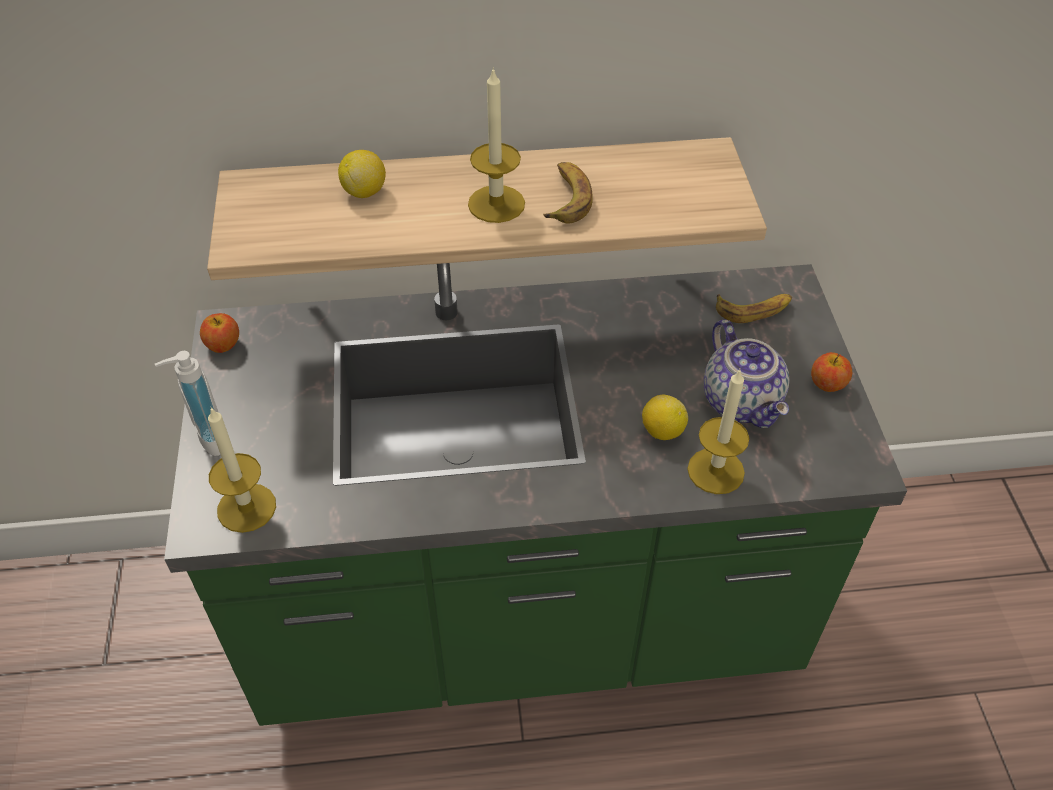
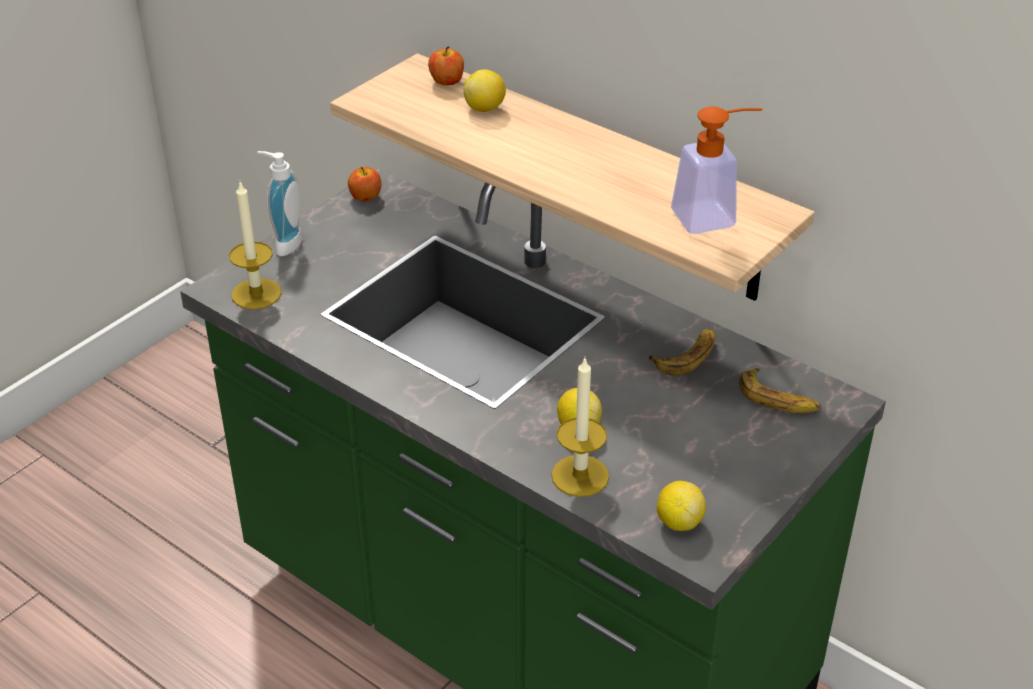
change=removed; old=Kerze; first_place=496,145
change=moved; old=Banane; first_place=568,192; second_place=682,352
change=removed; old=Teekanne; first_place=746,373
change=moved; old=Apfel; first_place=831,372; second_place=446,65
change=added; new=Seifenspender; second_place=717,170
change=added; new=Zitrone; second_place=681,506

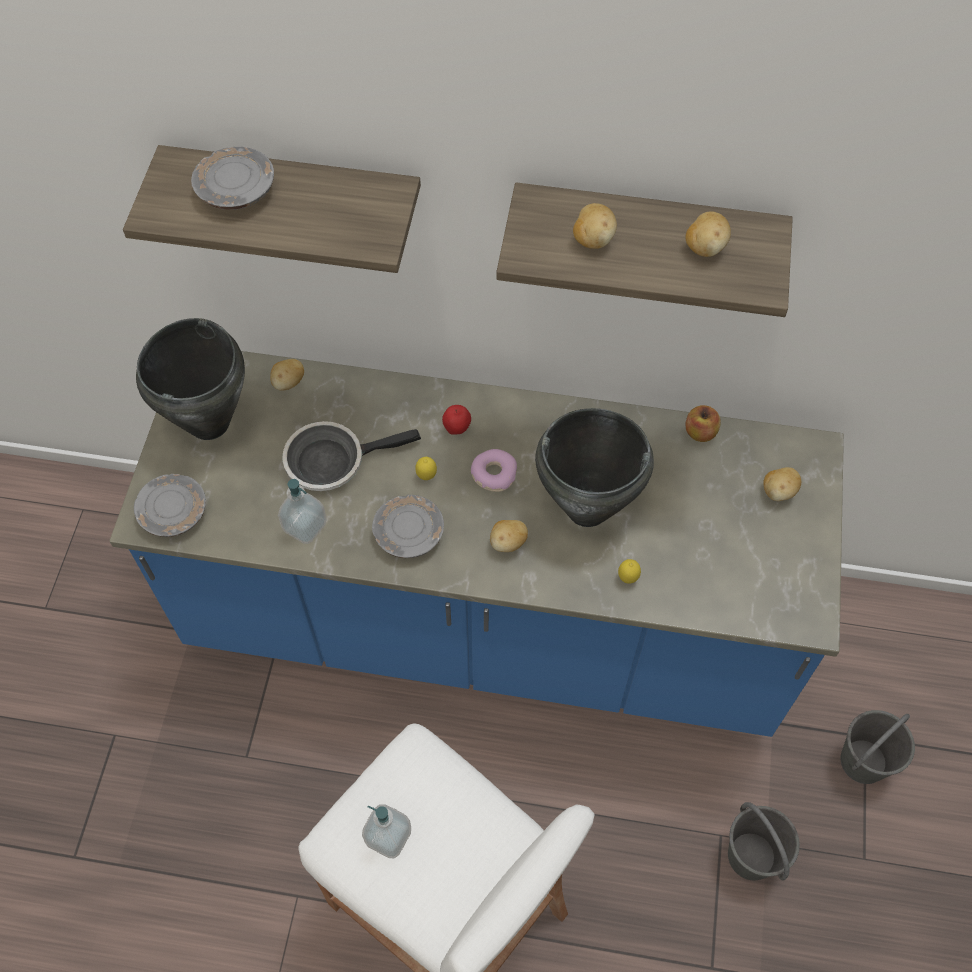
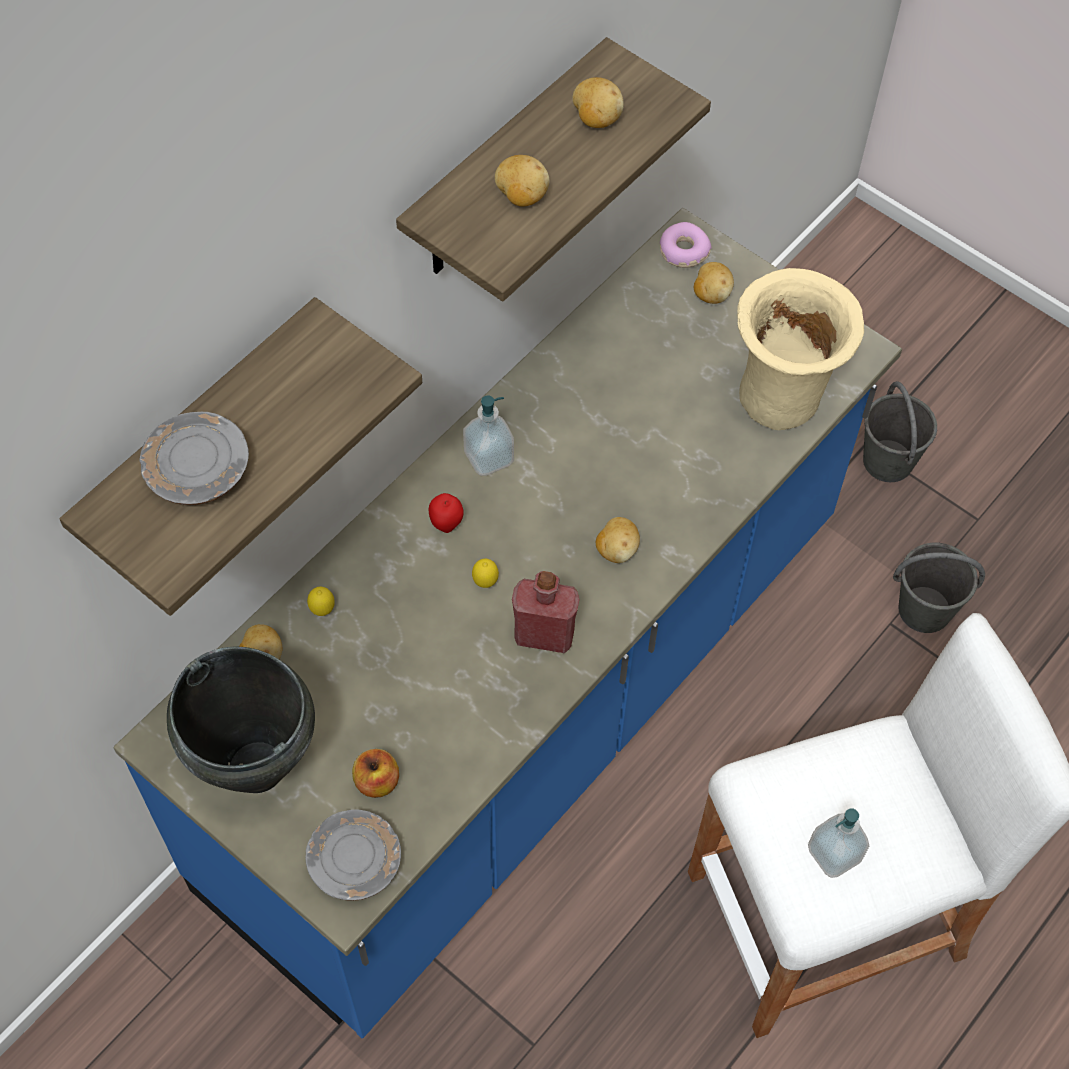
change=moved; old=Apfel; first_place=703,423; second_place=375,773
change=removed; old=Kochtopf (schwarz); first_place=594,467
change=removed; old=Pfanne; first_place=351,456
change=moved; old=Donut; first_place=494,470; second_place=685,245
change=moved; old=Seifenspender; first_place=302,511; second_place=488,435
change=replaced; old=Teller (grau); new=Flasche (rot); first_place=408,526; second_place=546,612
change=moved; old=Zitrone; first_place=629,571; second_place=321,601
change=added; new=Vase (beige); second_place=800,349

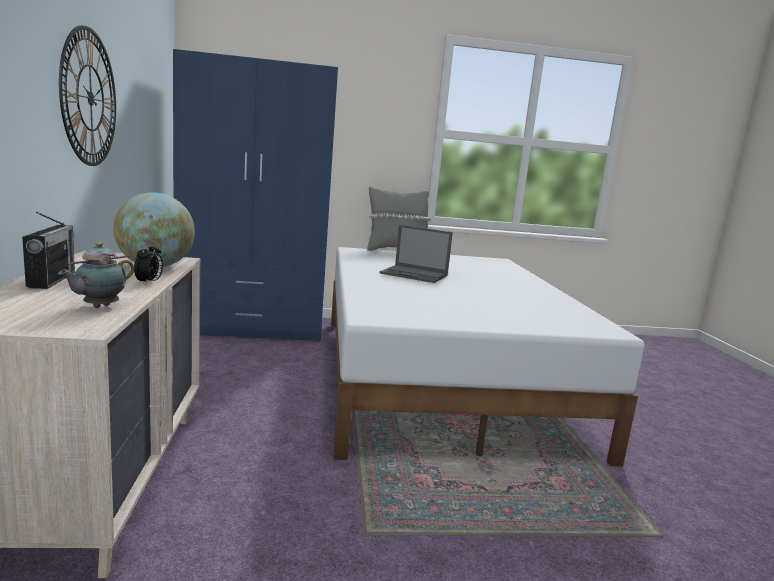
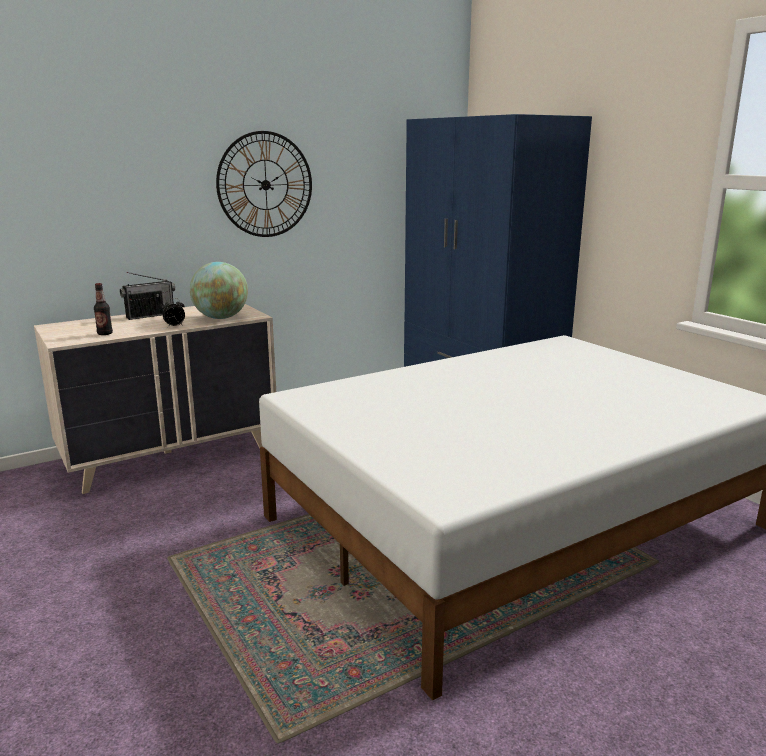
change=removed; old=Kissen (grau); first_place=399,218
change=removed; old=Laptop; first_place=416,254
change=replaced; old=Teekanne; new=Flasche; first_place=96,275; second_place=103,309

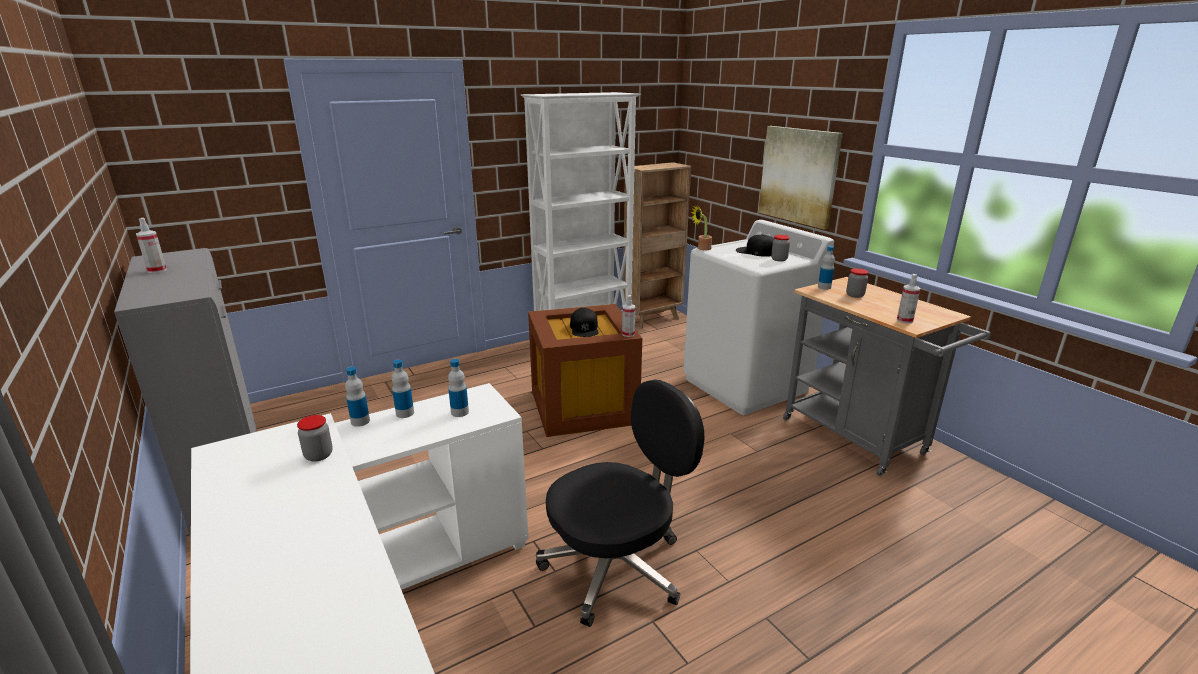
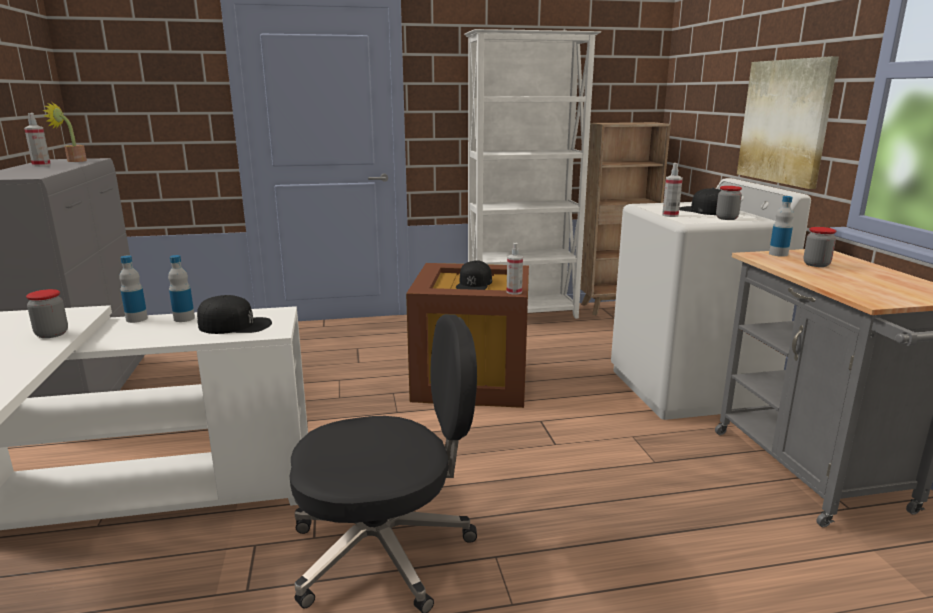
change=moved; old=Topfpflanze; first_place=701,227; second_place=65,132
change=moved; old=Sprühflasche; first_place=909,299; second_place=672,190
change=replaced; old=Flasche; new=Kappe (schwarz); first_place=458,388; second_place=234,314

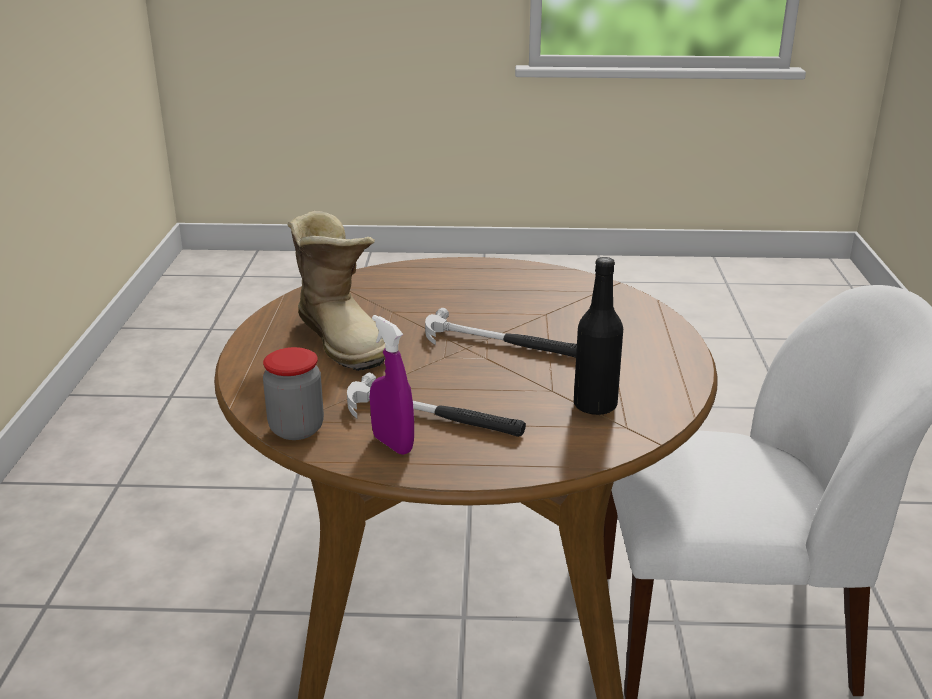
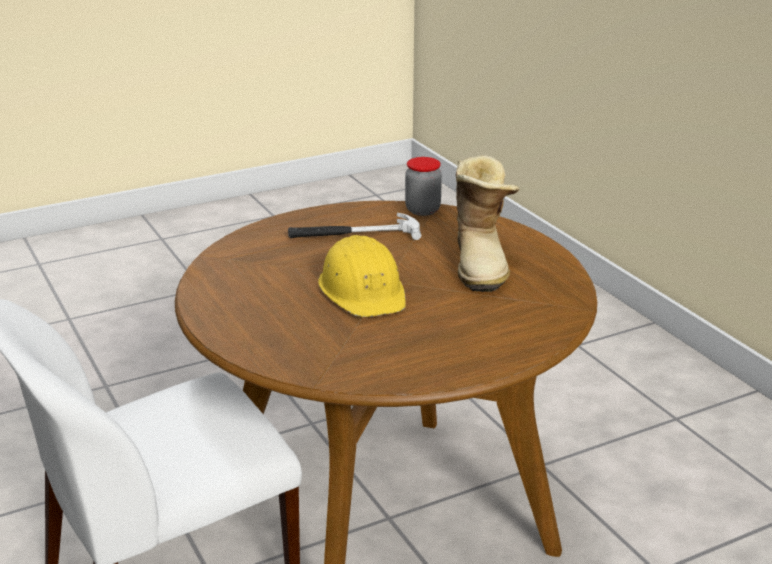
change=turned; old=Stiefel; first_place=336,291; second_place=488,223; degrees=-120
change=removed; old=Flasche (schwarz); first_place=598,336
change=replaced; old=Hammer; new=Schutzhelm (gelb); first_place=501,333; second_place=362,276
change=removed; old=Sprühflasche (lila); first_place=392,385

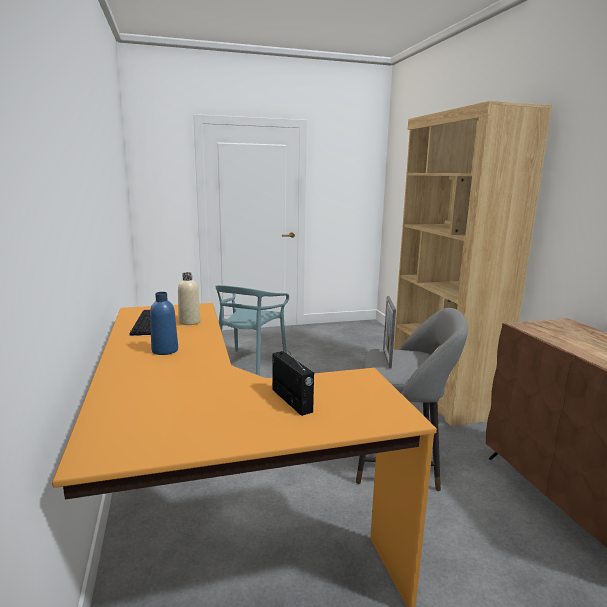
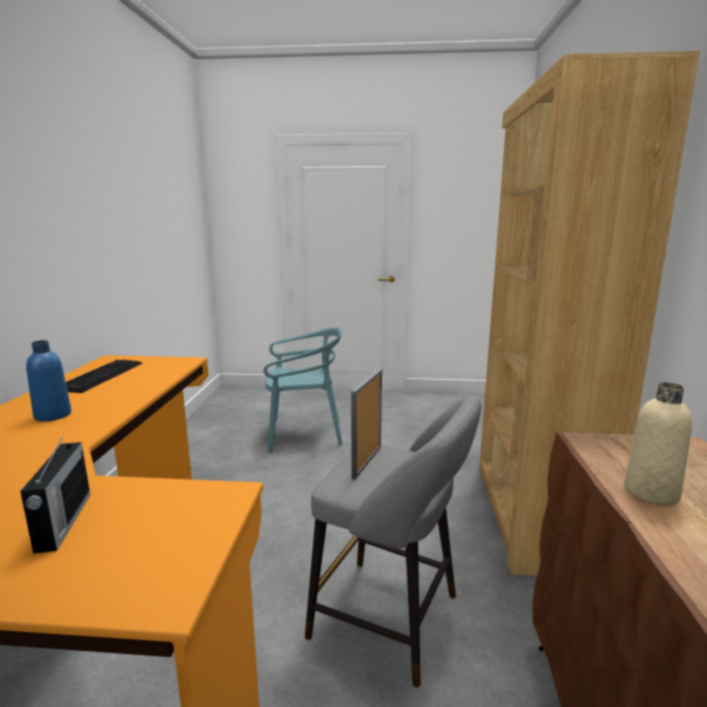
change=moved; old=Flasche (beige); first_place=189,298; second_place=658,443
change=turned; old=Stuhl (türkis); first_place=252,330; second_place=303,389; degrees=-135

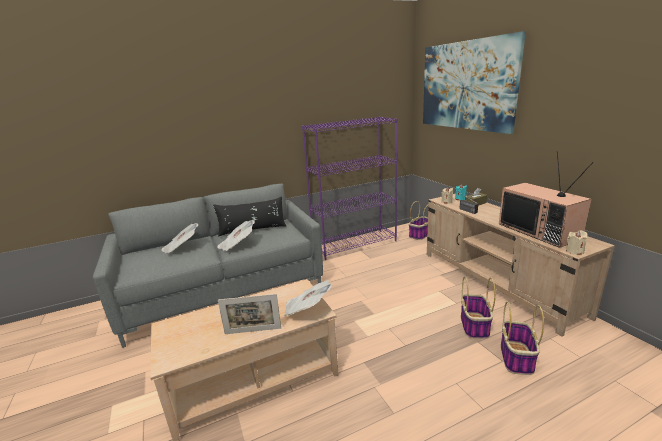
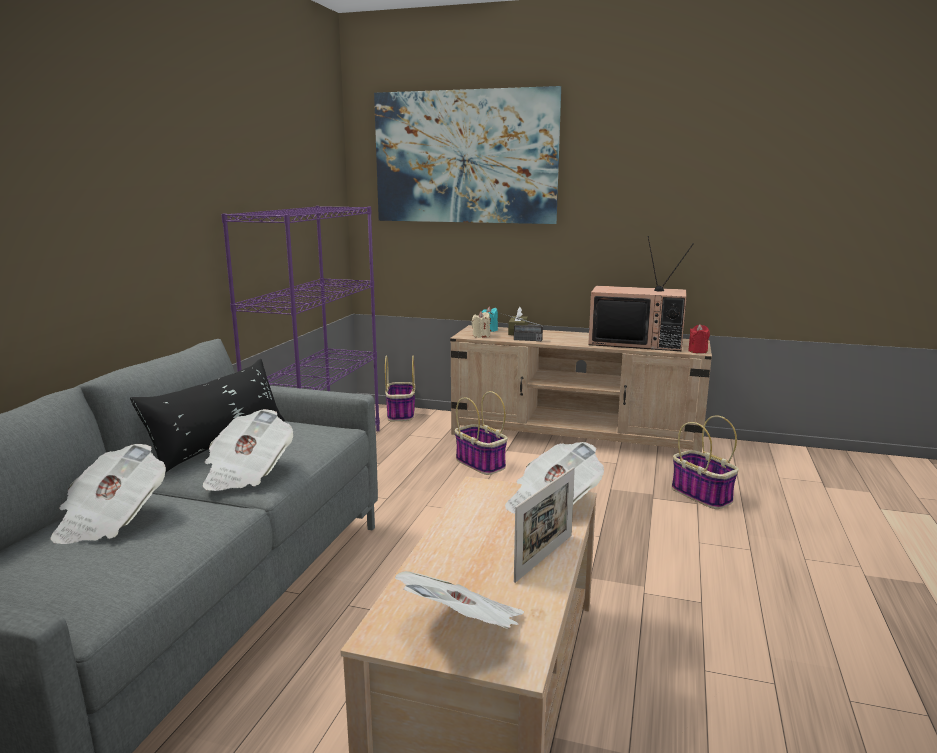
change=recoloured; old=Kerze (beige); new=Kerze (rot); first_place=576,242; second_place=699,338
change=moved; old=Korb; first_place=478,307; second_place=481,433
change=added; new=Zeitung; second_place=459,600

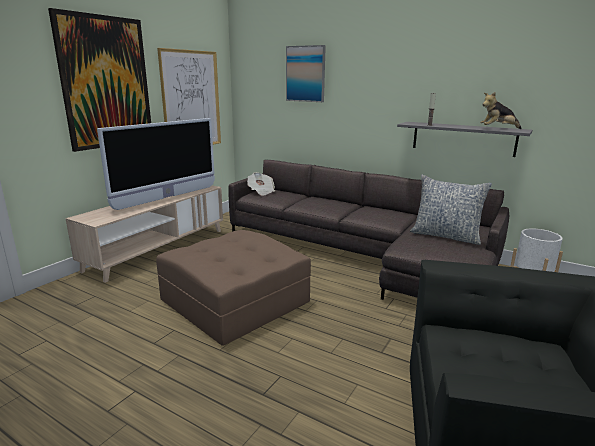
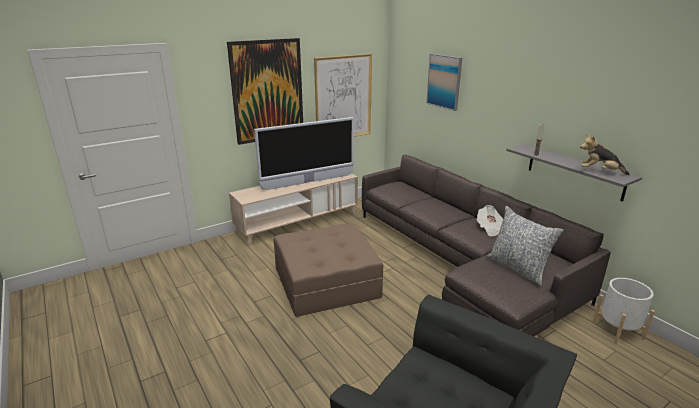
change=moved; old=Zeitung; first_place=261,184; second_place=489,220

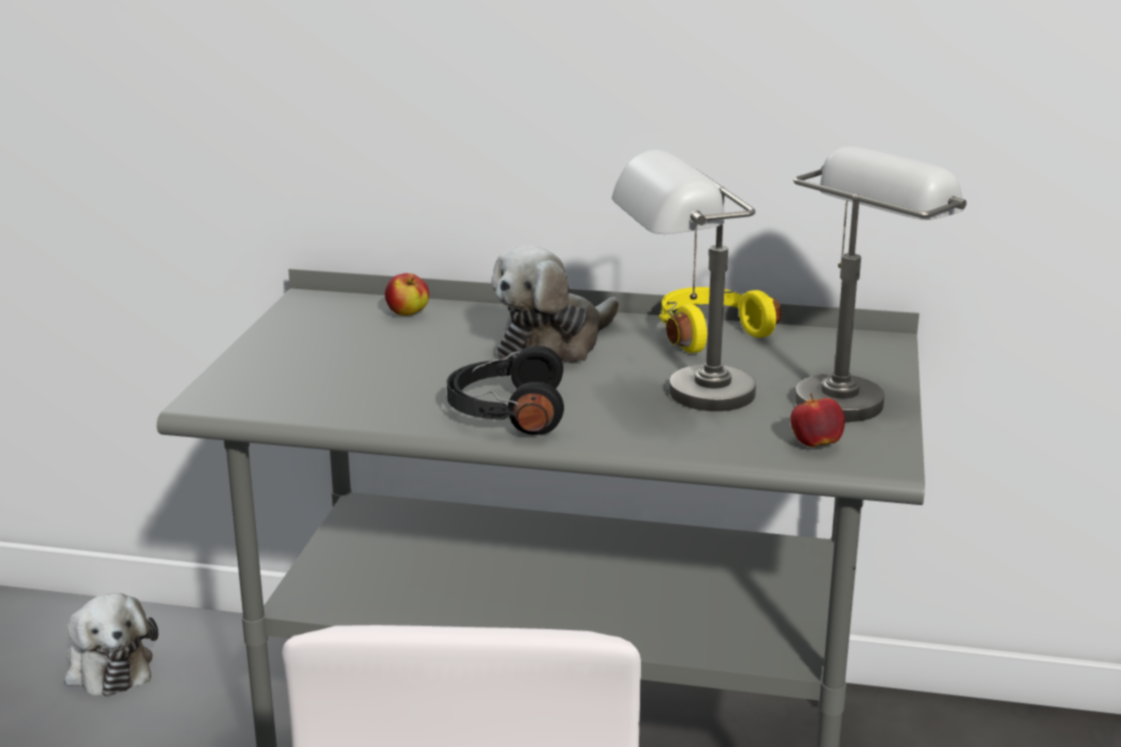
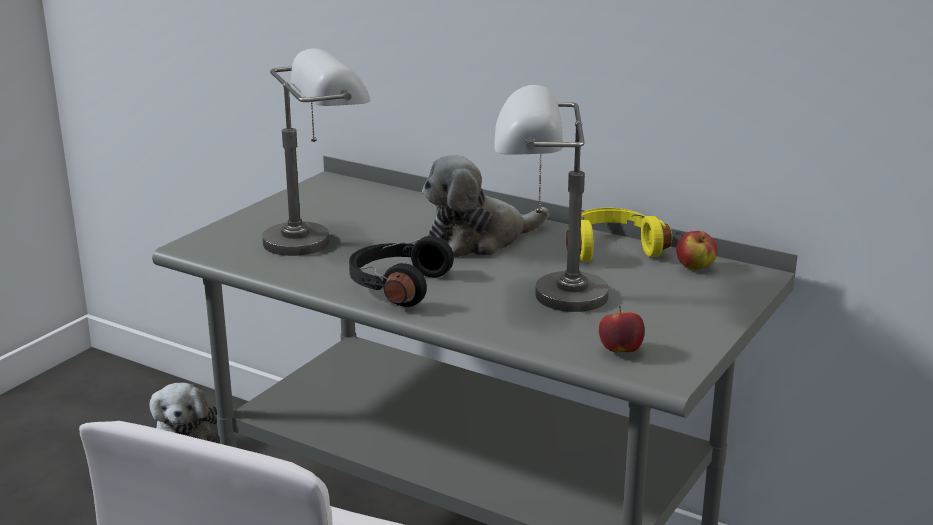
change=moved; old=Tischlampe (grau); first_place=880,284; second_place=316,152
change=moved; old=Apfel; first_place=407,294; second_place=696,250

